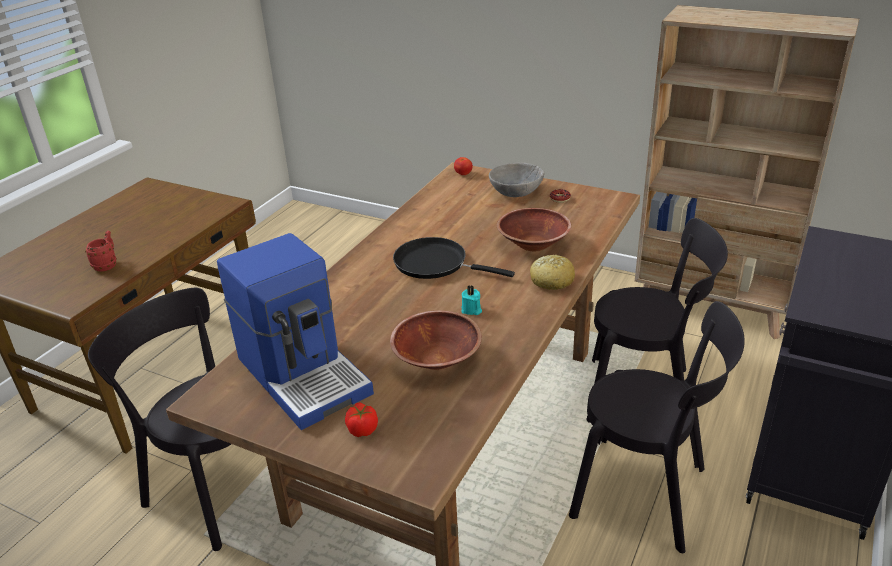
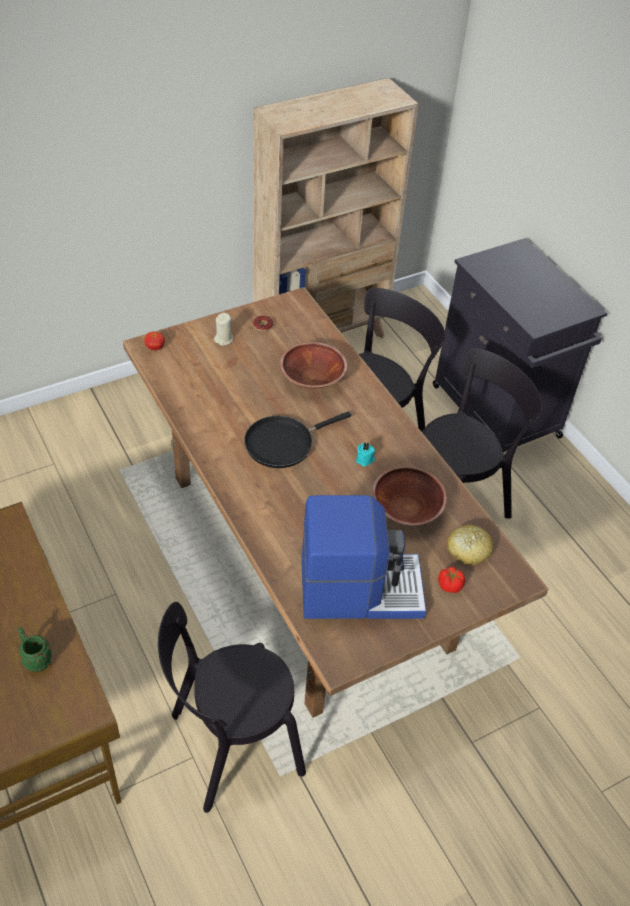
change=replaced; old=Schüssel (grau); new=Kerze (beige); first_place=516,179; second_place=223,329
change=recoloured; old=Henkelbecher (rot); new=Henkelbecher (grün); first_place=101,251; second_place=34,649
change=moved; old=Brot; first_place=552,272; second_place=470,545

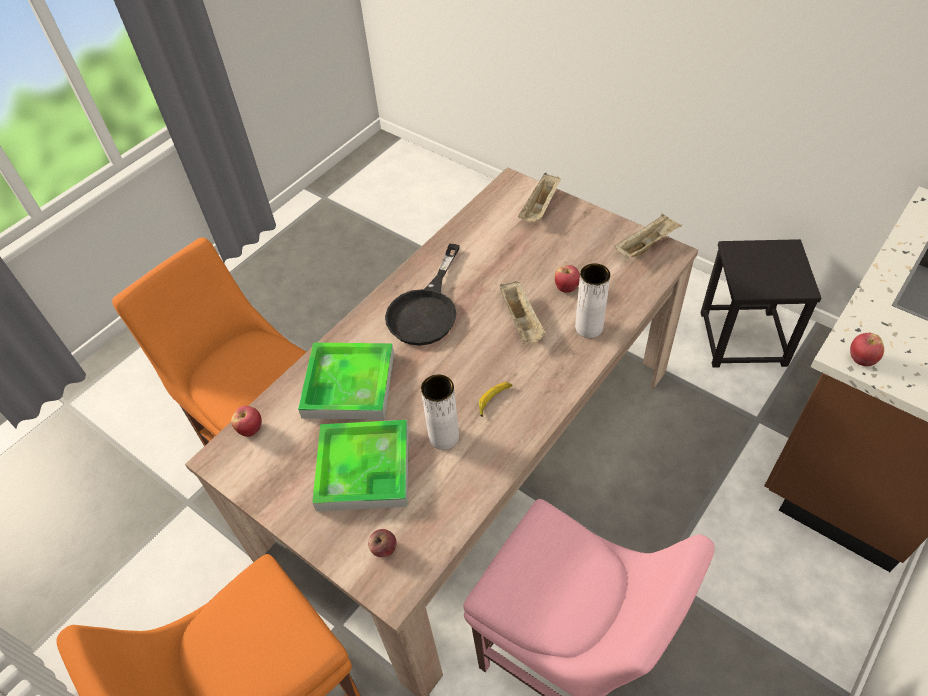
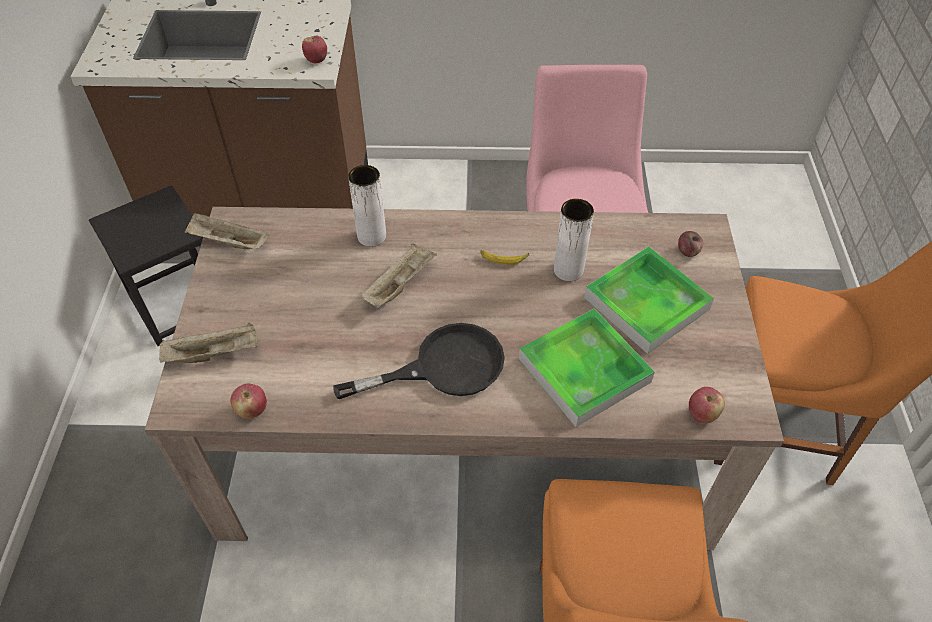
change=moved; old=Apfel; first_place=567,279; second_place=249,401

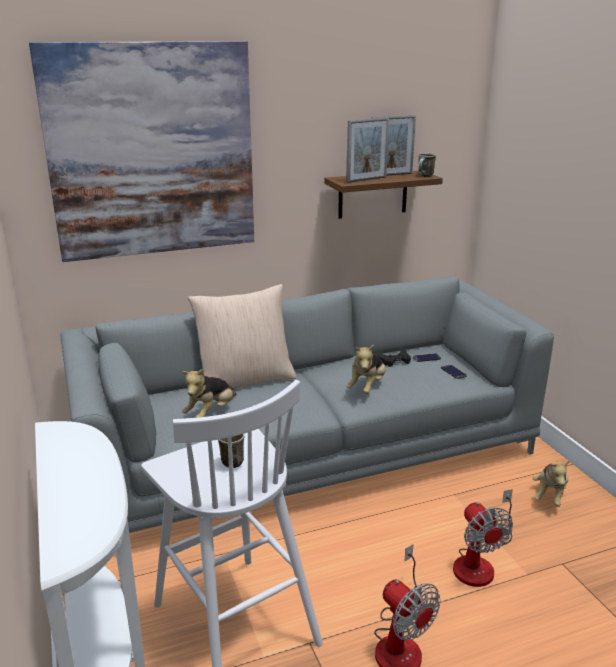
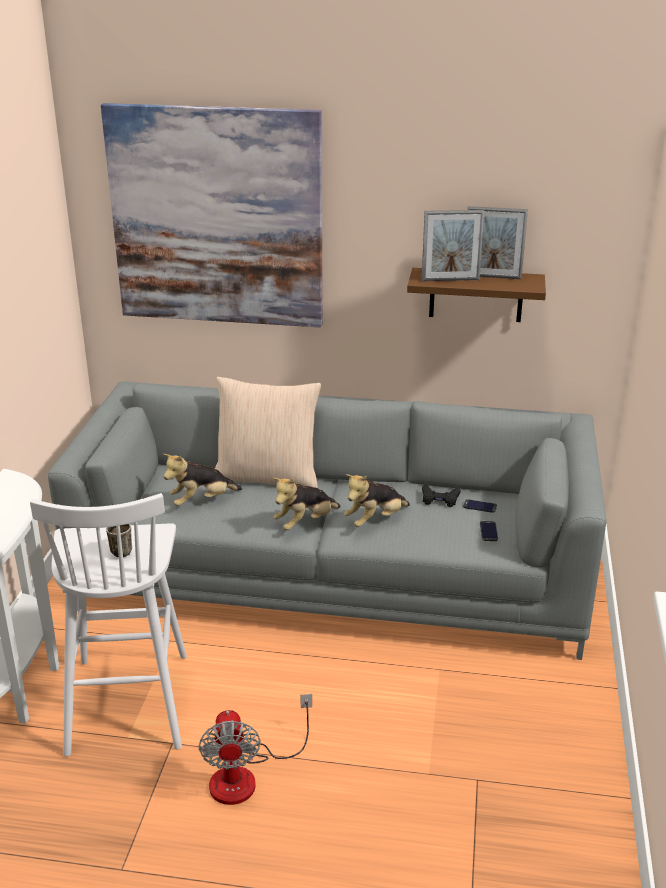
change=removed; old=Henkelbecher; first_place=427,165
change=moved; old=Plüschtier; first_place=551,483; second_place=307,504
change=removed; old=Ventilator; first_place=483,538

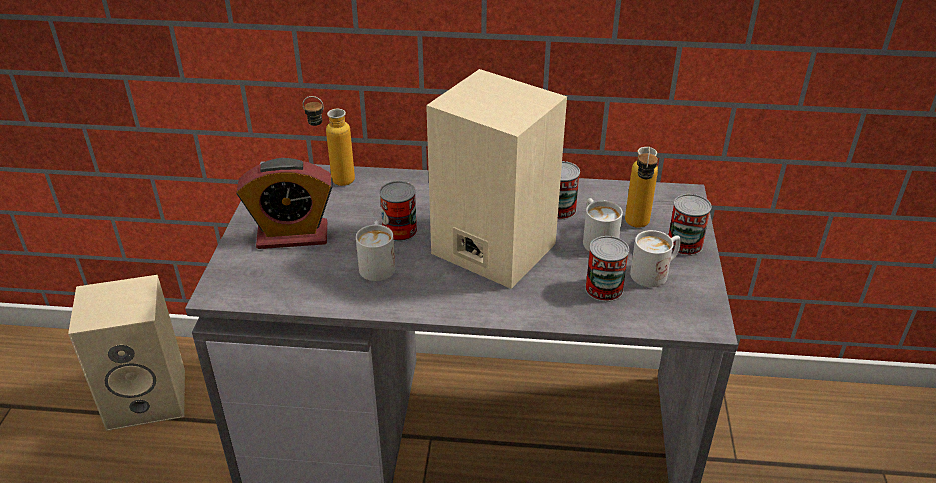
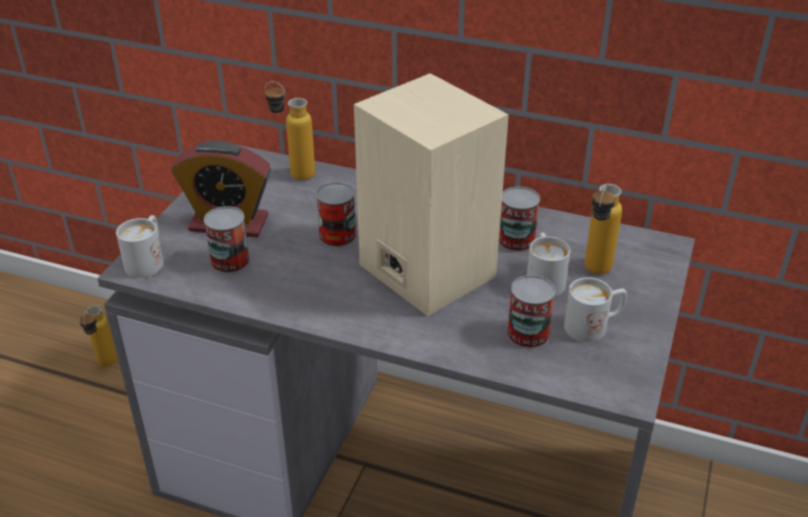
change=moved; old=Dose; first_place=689,225; second_place=227,240
change=moved; old=Henkelbecher (weiß); first_place=375,251; second_place=139,246
change=replaced; old=Lautsprecher (beige); new=Flasche; first_place=126,353; second_place=98,335

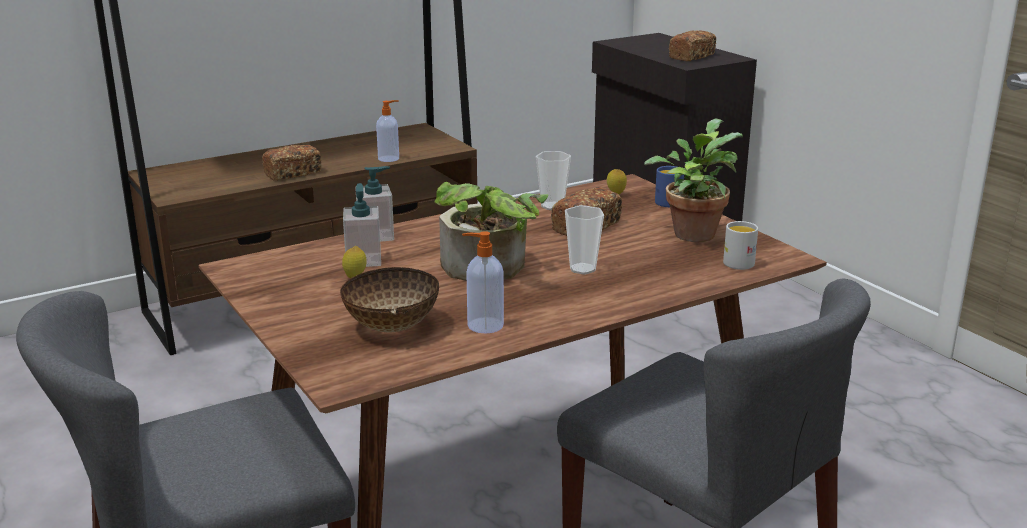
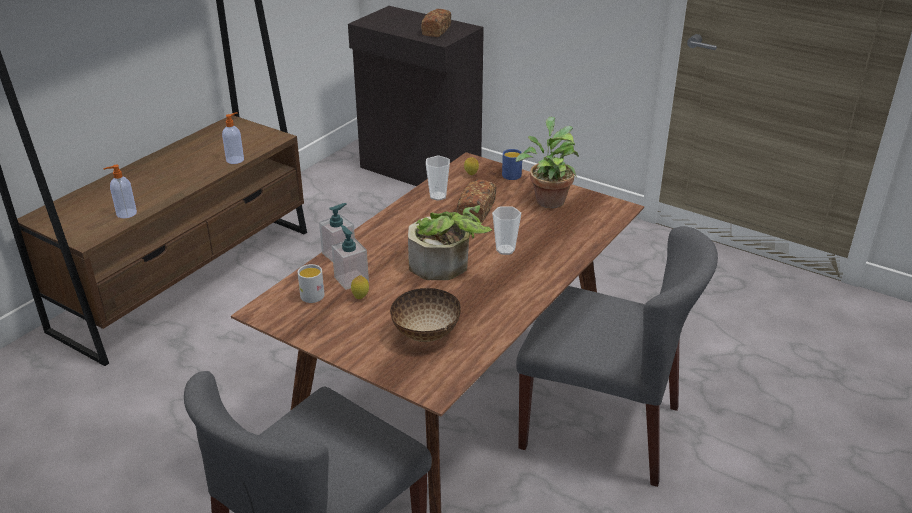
change=removed; old=Brot; first_place=292,162
change=moved; old=Henkelbecher (weiß); first_place=740,245; second_place=311,283
change=moved; old=Seifenspender; first_place=483,282; second_place=120,191

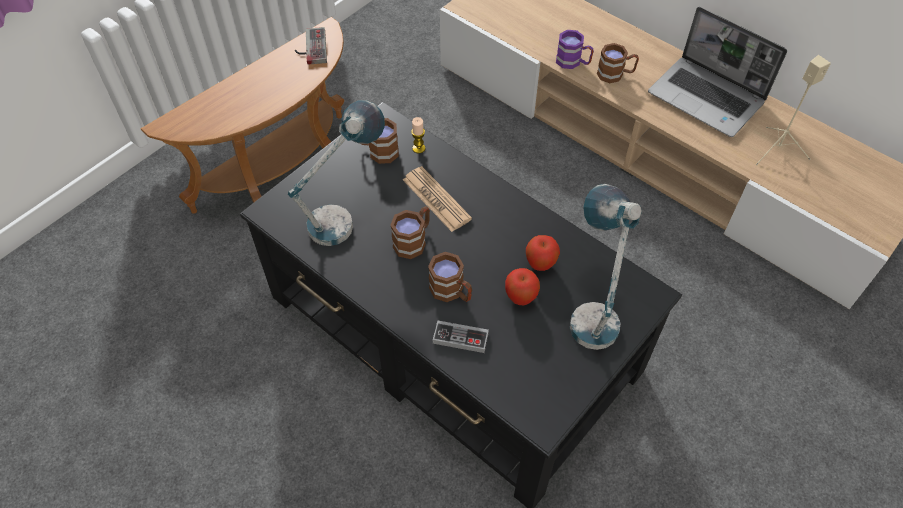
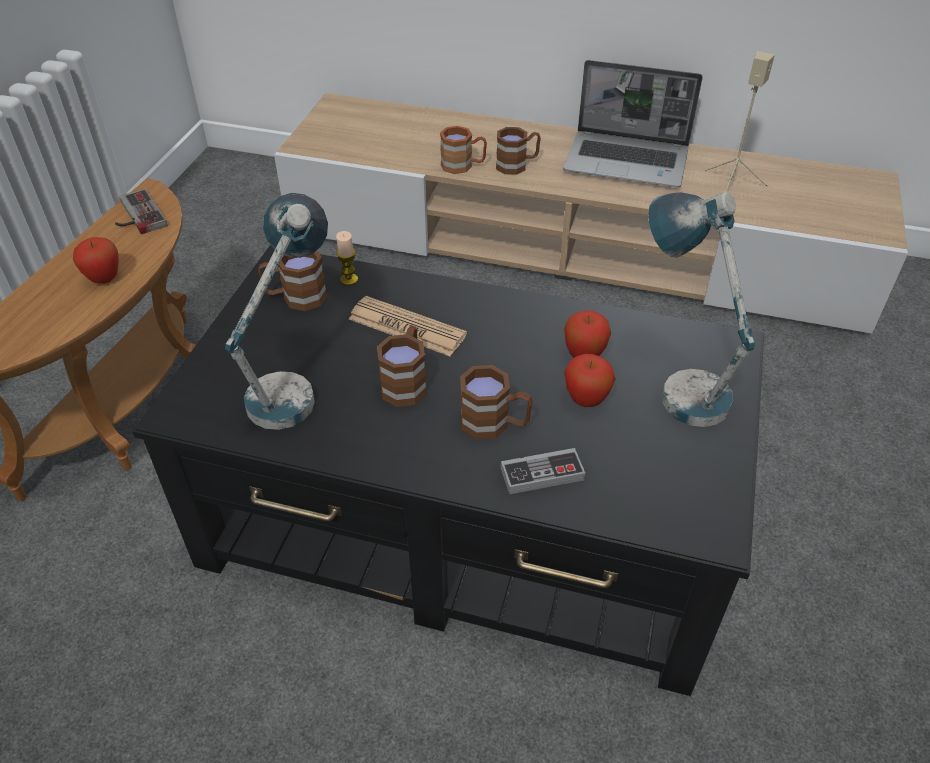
change=recoloured; old=Henkelbecher (lila); new=Henkelbecher (braun); first_place=575,49; second_place=463,150
change=added; new=Apfel; second_place=96,260

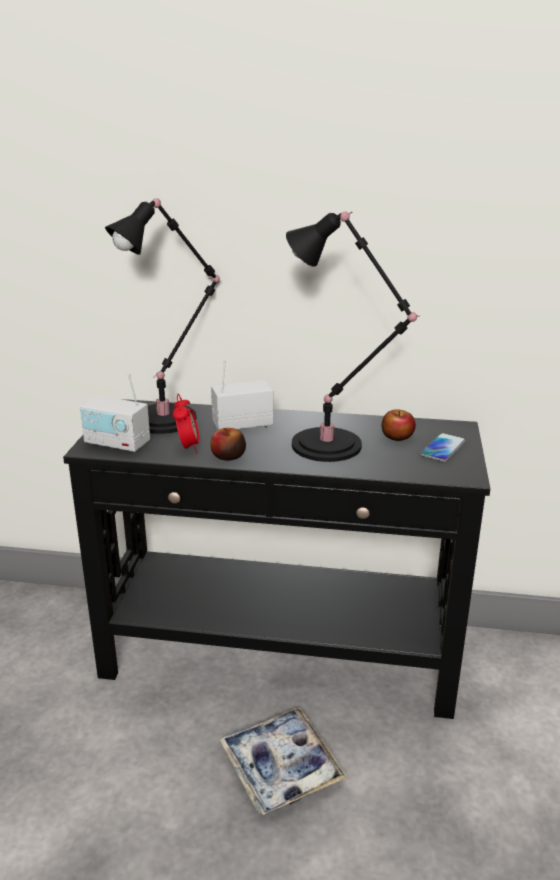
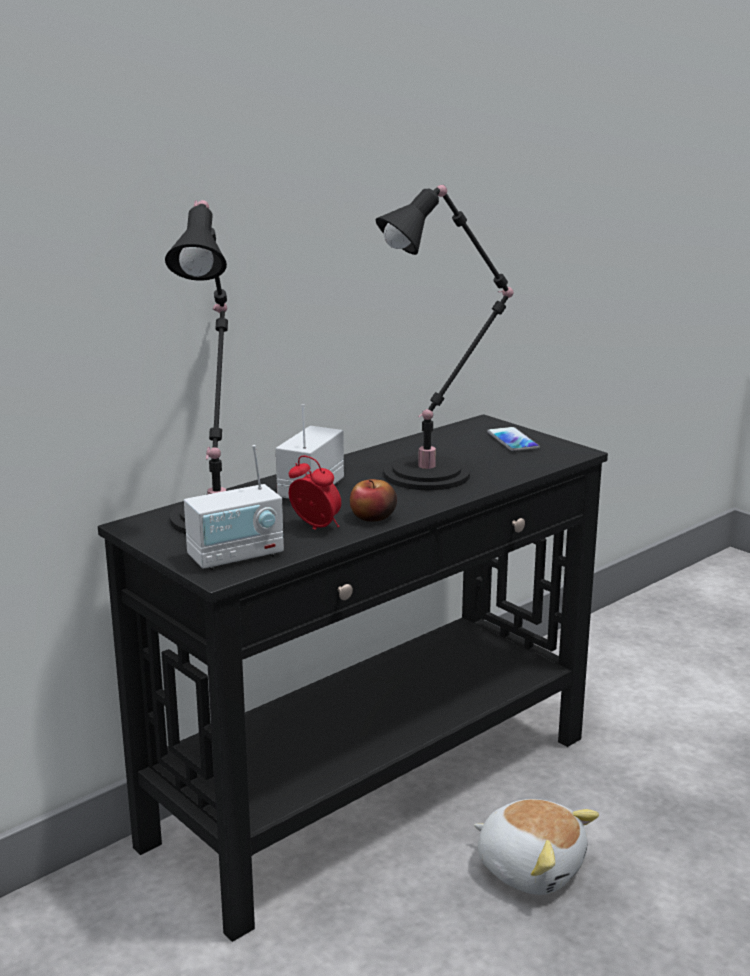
change=removed; old=Apfel; first_place=399,425
change=replaced; old=Tablett; new=Plüschtier; first_place=283,761; second_place=536,847

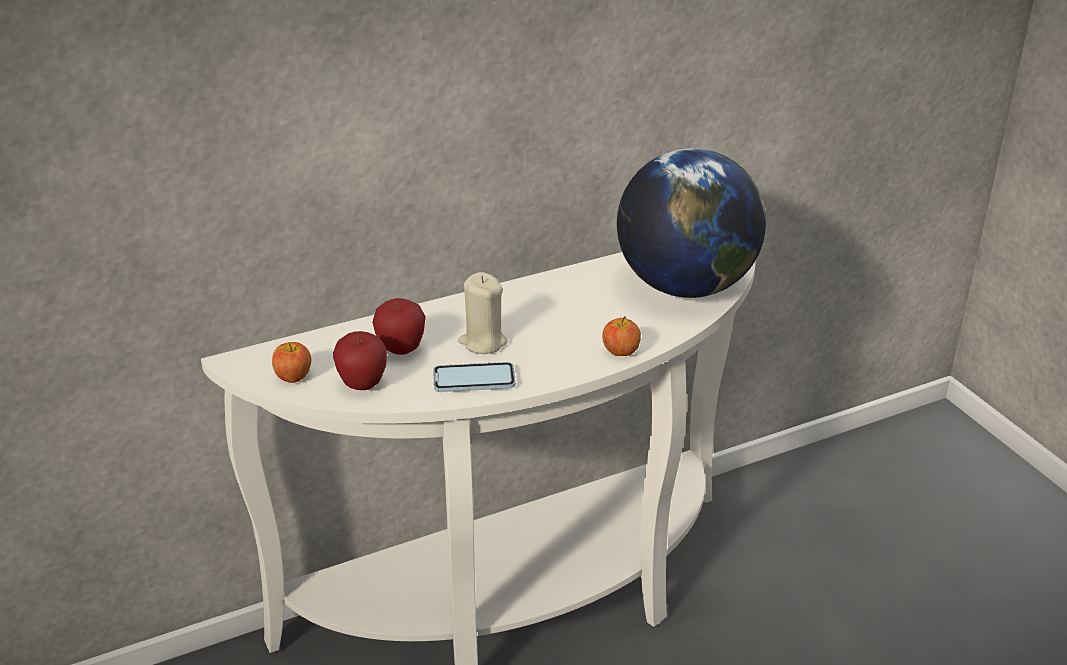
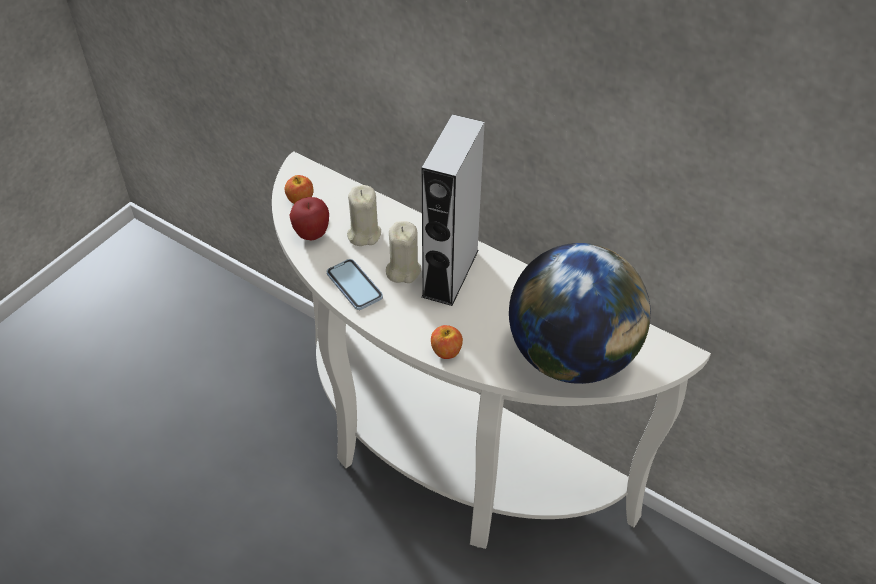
change=replaced; old=Apfel; new=Kerze (beige); first_place=399,326; second_place=364,215
change=added; new=Lautsprecher (grau); second_place=453,210

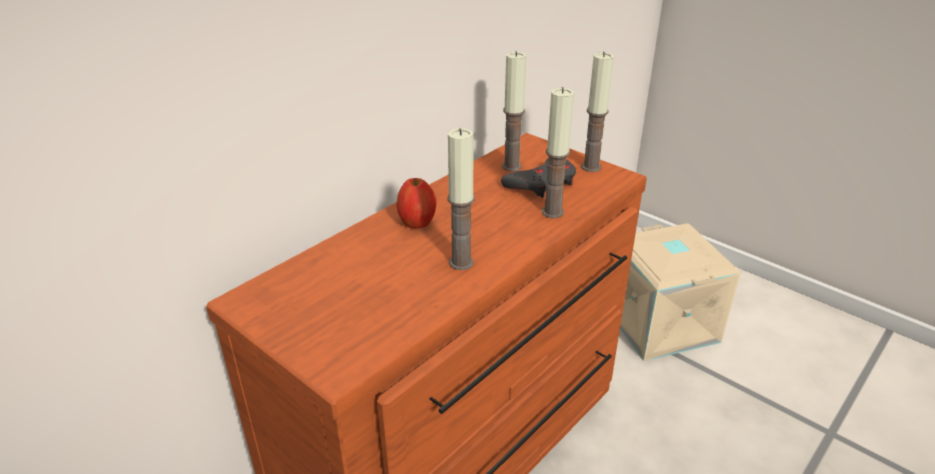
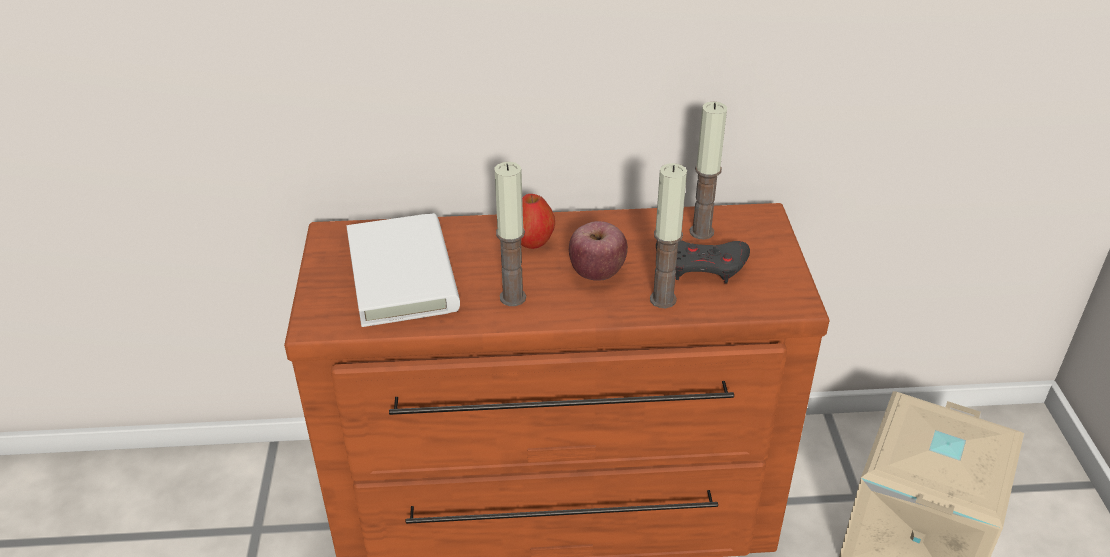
change=removed; old=Kerze; first_place=597,112
change=added; new=Buch (weiß); second_place=403,270
change=added; new=Apfel; second_place=598,251

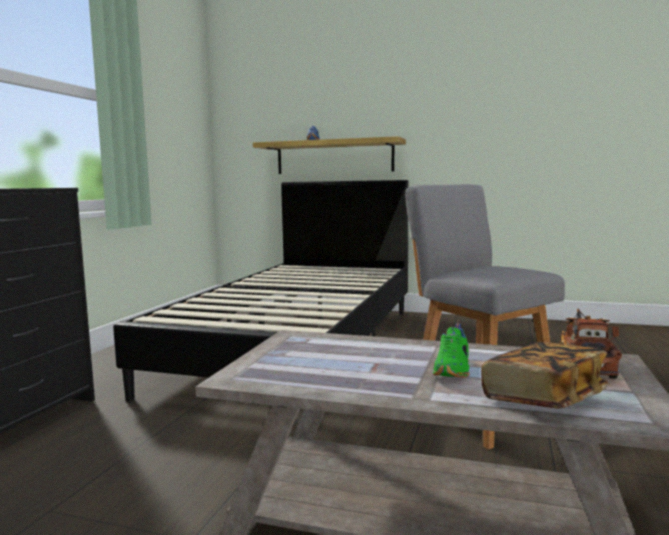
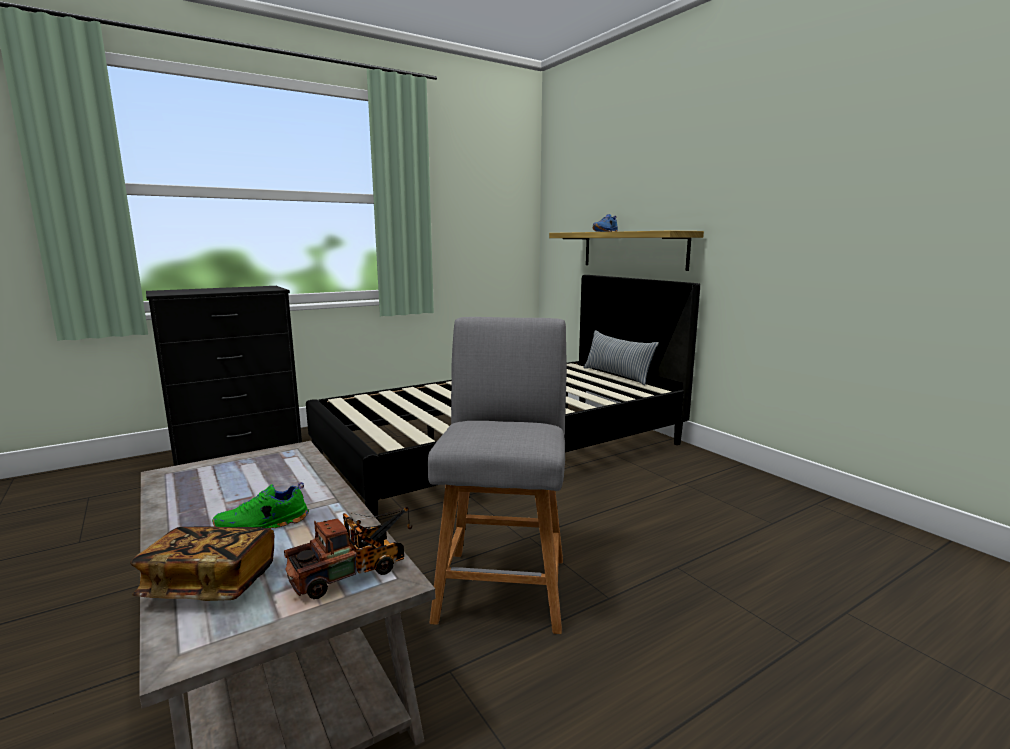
change=added; new=Kissen; second_place=621,357

